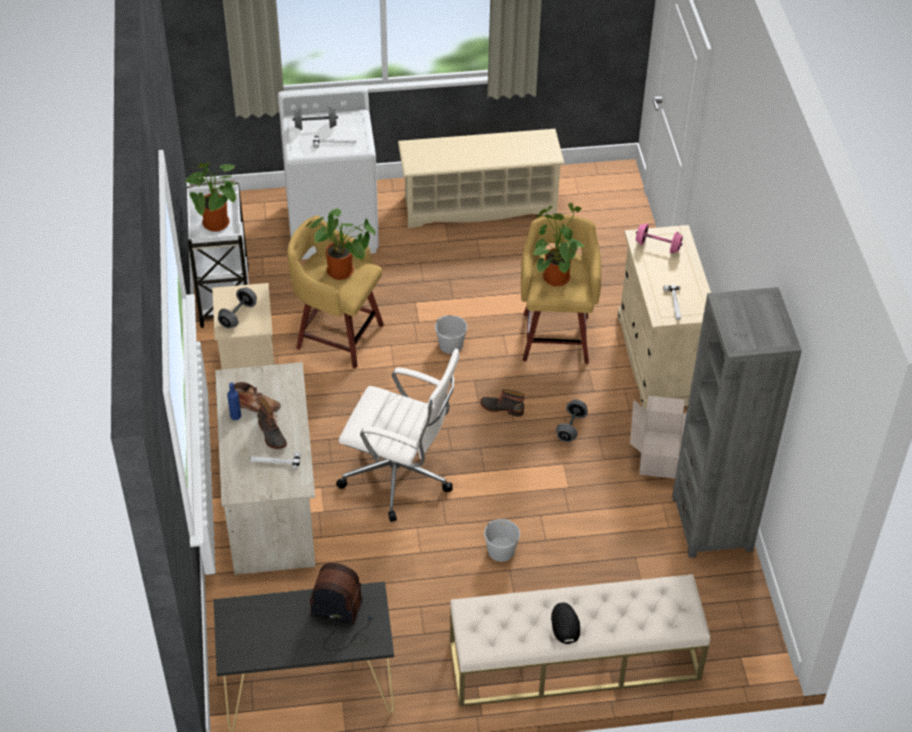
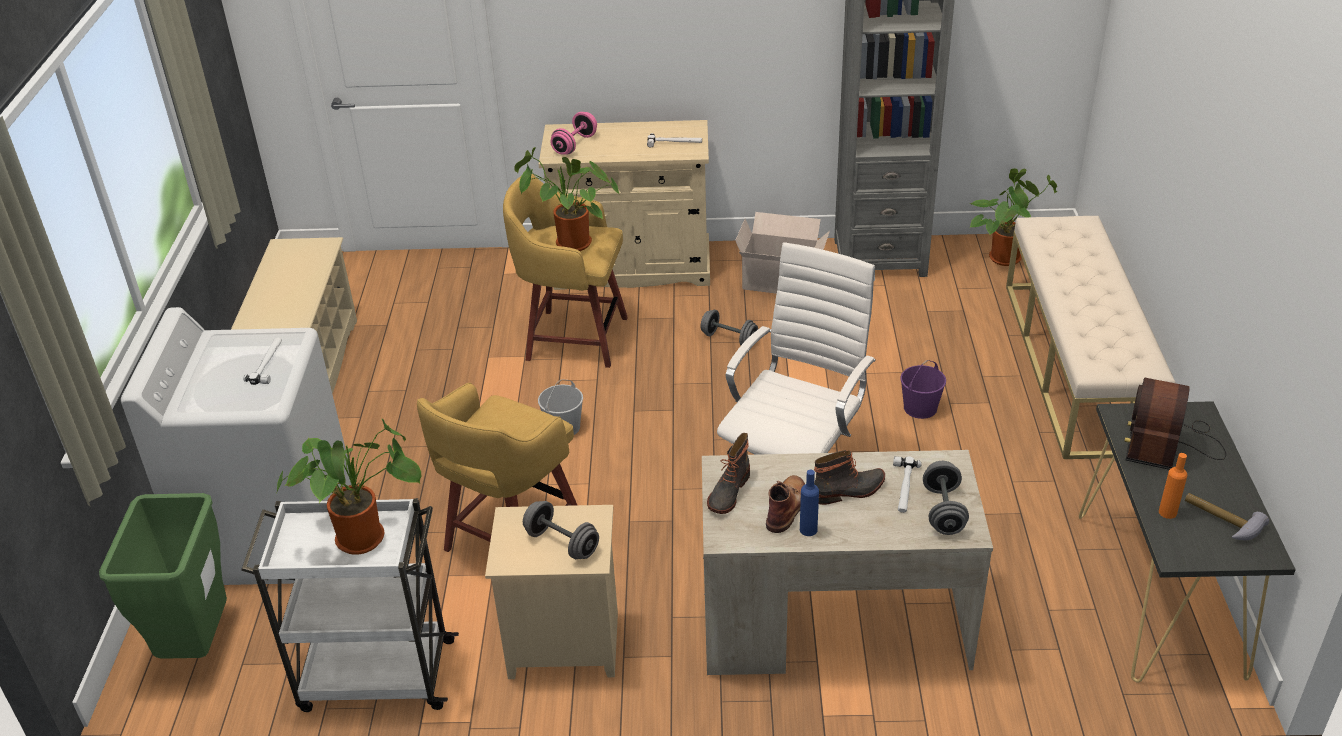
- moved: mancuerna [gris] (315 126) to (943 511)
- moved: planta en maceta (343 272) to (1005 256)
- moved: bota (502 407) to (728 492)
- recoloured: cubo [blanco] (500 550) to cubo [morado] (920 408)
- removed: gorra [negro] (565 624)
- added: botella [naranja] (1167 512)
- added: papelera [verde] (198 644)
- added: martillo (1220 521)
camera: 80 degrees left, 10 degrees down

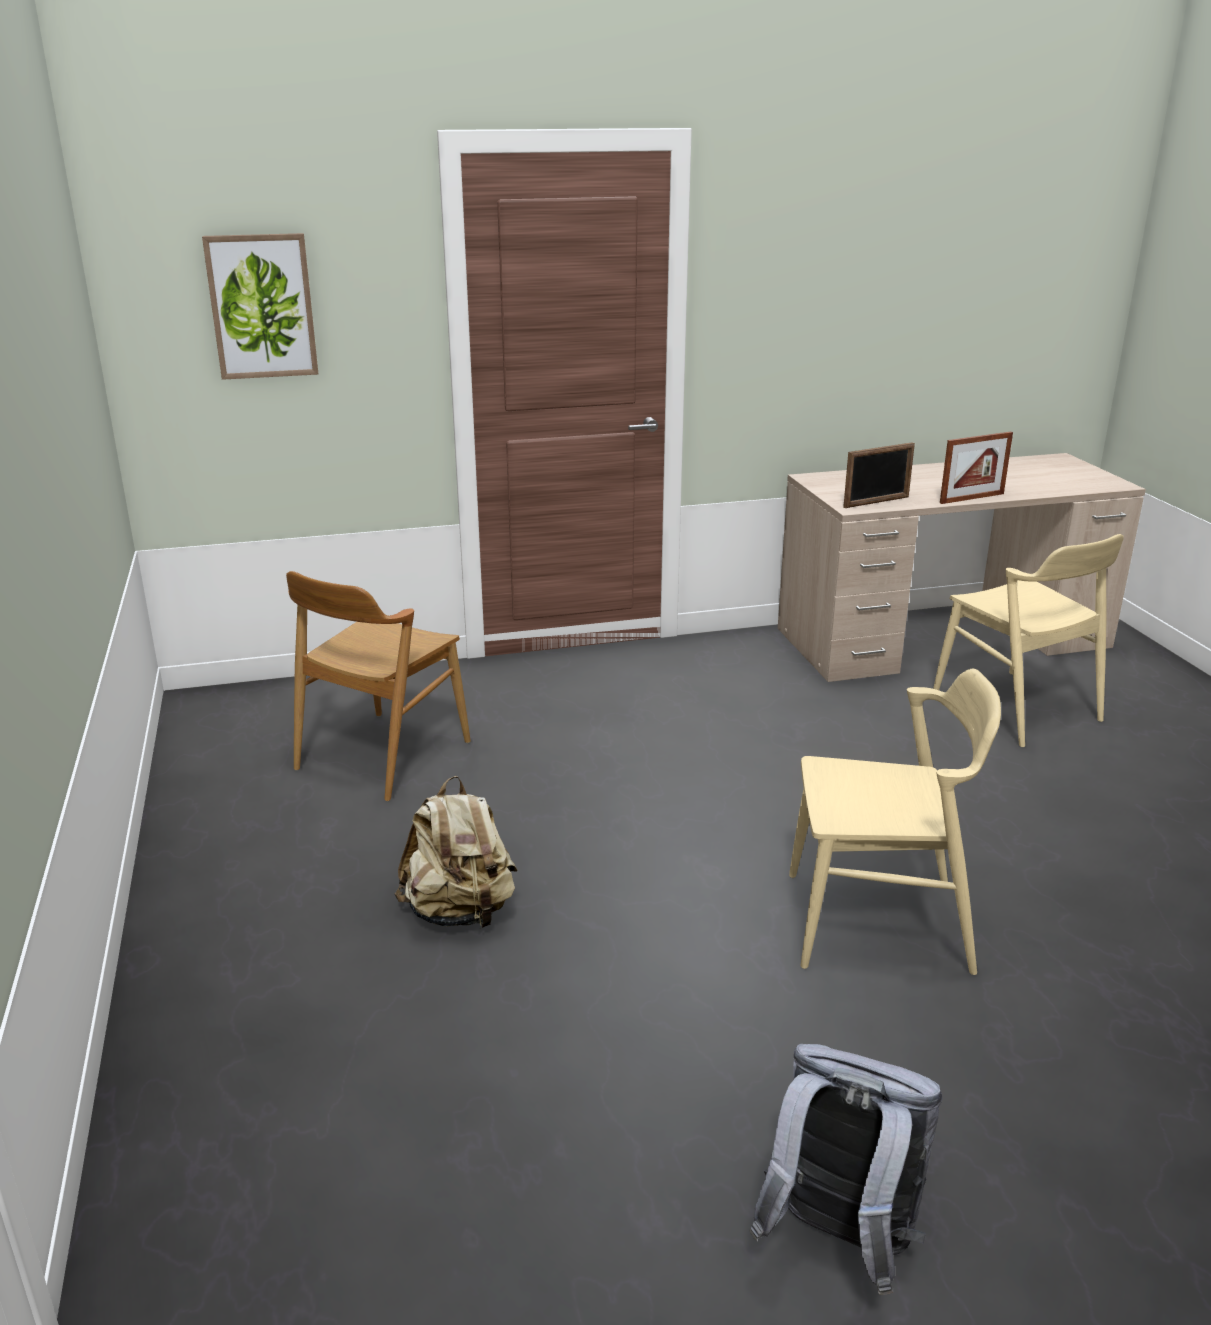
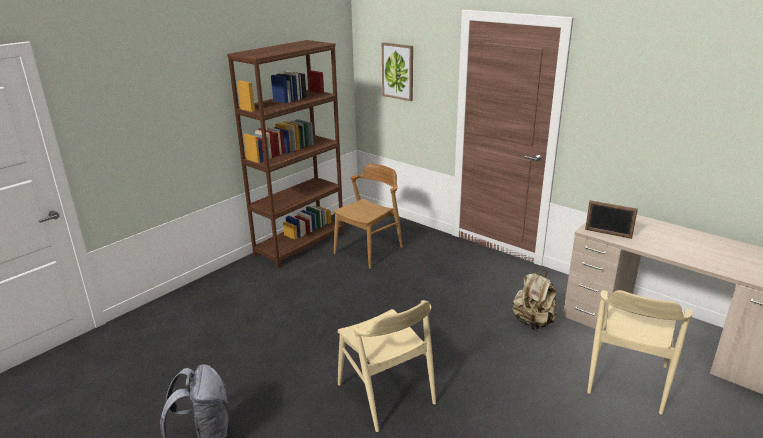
- removed: portarretratos (972 498)
- turned: silla [marrón] (382 755) = (369 250) 135 degrees clockwise
- moved: mochila [beis] (460 912) to (533 322)
- added: estantería [marrón] (300 244)
camera: 55 degrees right, 0 degrees up

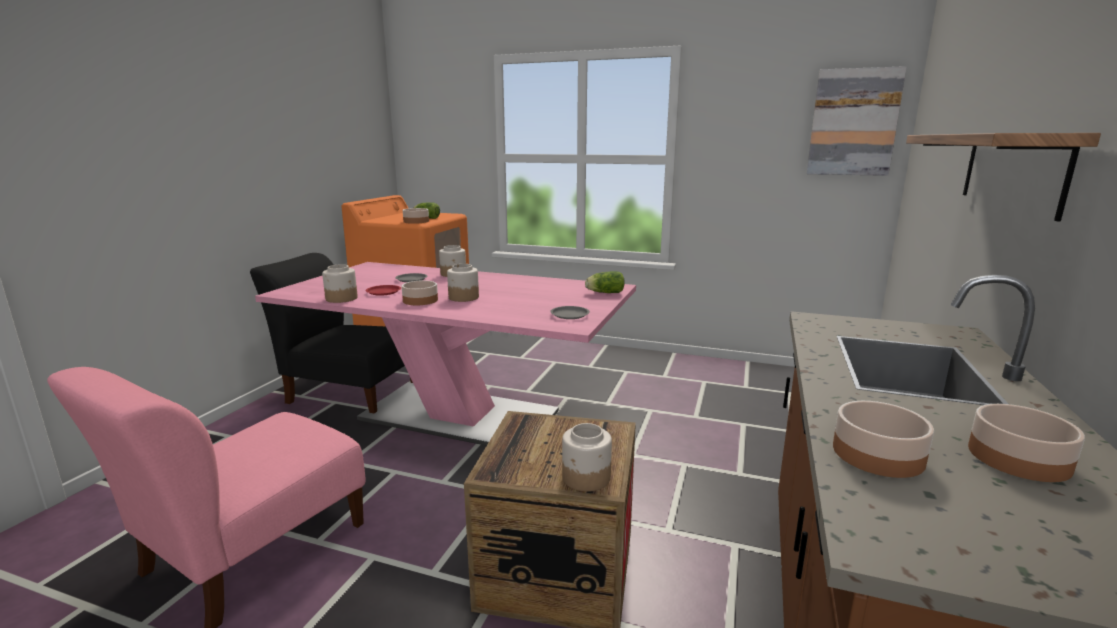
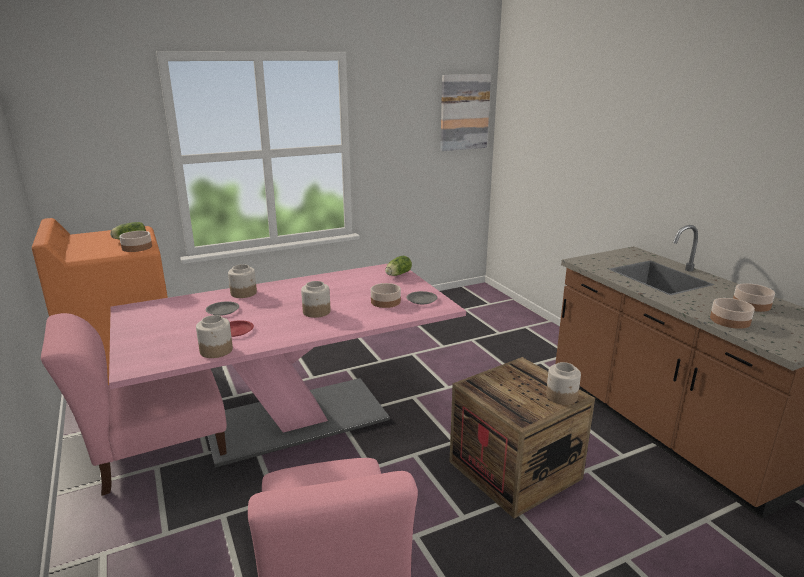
- removed: estante (1011 170)
- recoloured: silla [negro] (349 393) to silla [rosa] (155 452)
- moved: cuenco (420 300) to (386 301)
camera: 45 degrees left, 5 degrees up

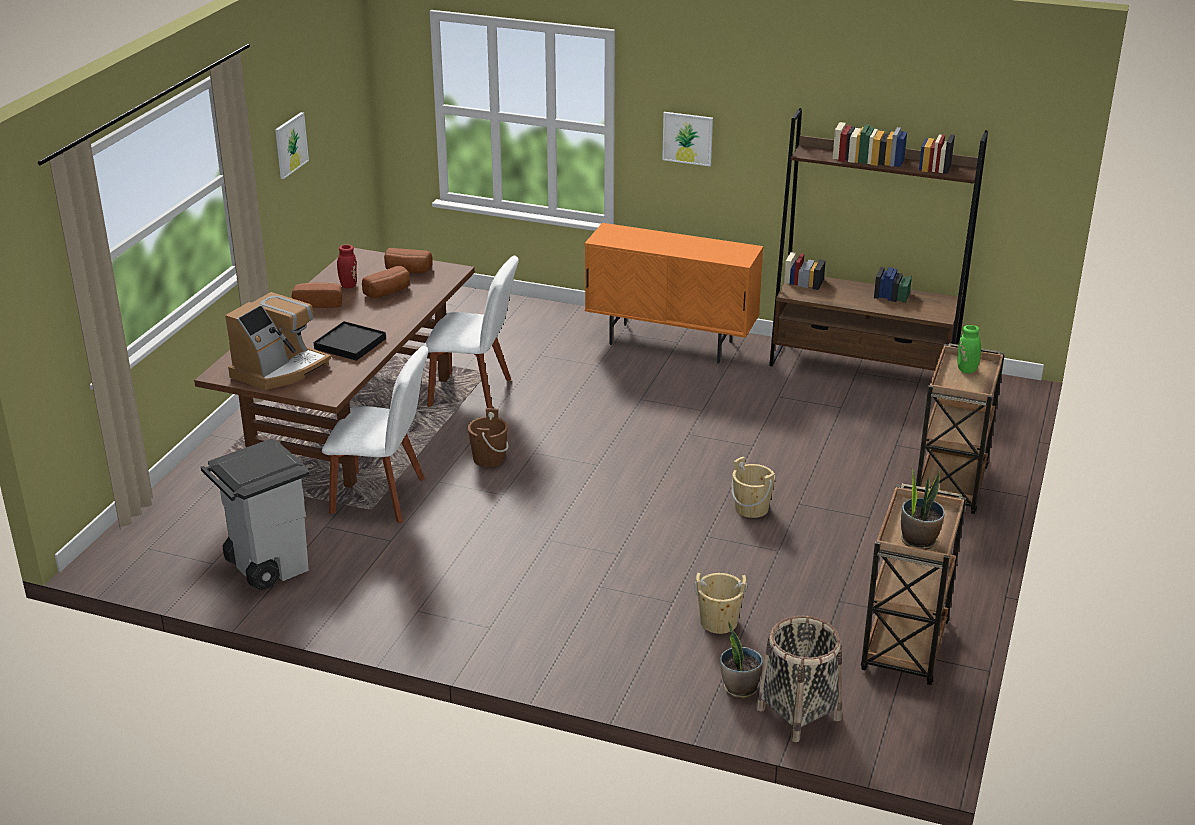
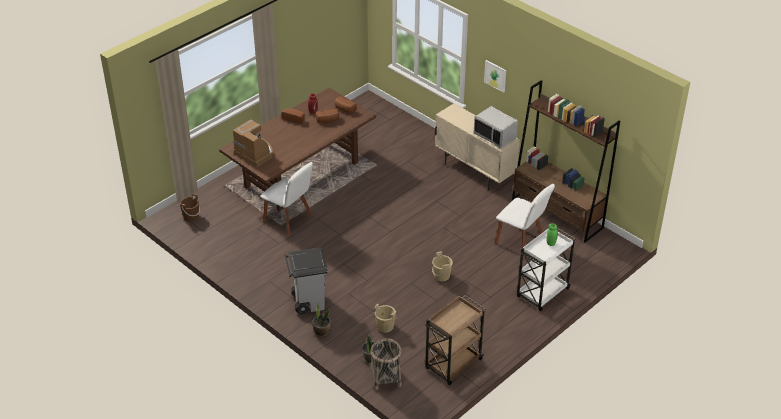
- removed: cuadro (291 145)
- recoloured: armario [naranja] (671 343) to armario [beis] (474 172)
- moved: silla [blanco] (474 394) to (521 242)
- turned: cafetera (280 370) = (255 153) 105 degrees counterclockwise
- removed: bandeja [negro] (350 344)
- recoloured: carrito [marrón] (951 486) to carrito [blanco] (542 293)
- moved: cubo [marrón] (489 458) to (191 216)
- moved: papelera [gris] (266 566) to (308 301)
- moved: planta en maceta (918 541) to (321 332)
- added: microondas [gris] (495 136)
camera: 25 degrees right, 10 degrees up

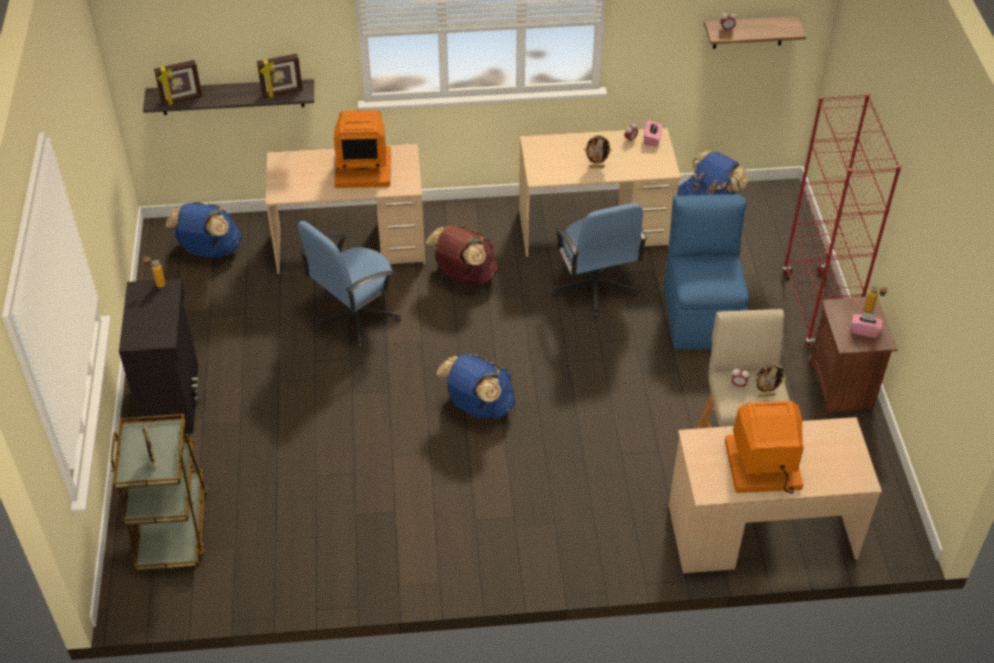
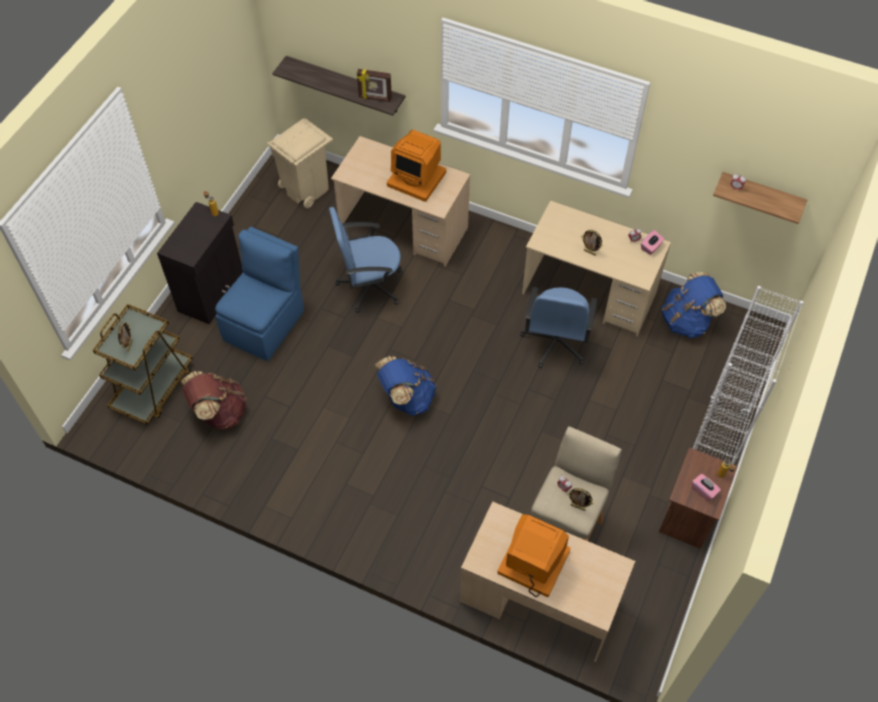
- removed: portarretratos (182 100)
- recoloured: estantería [rojo] (816 309) to estantería [blanco] (716 442)
- moved: silla [azul] (701 315) to (265 324)
- replaced: mochila [azul] (209 251) to papelera [beis] (306 189)
- moved: mochila [marrón] (464 276) to (219 412)
camera: 30 degrees right, 10 degrees up

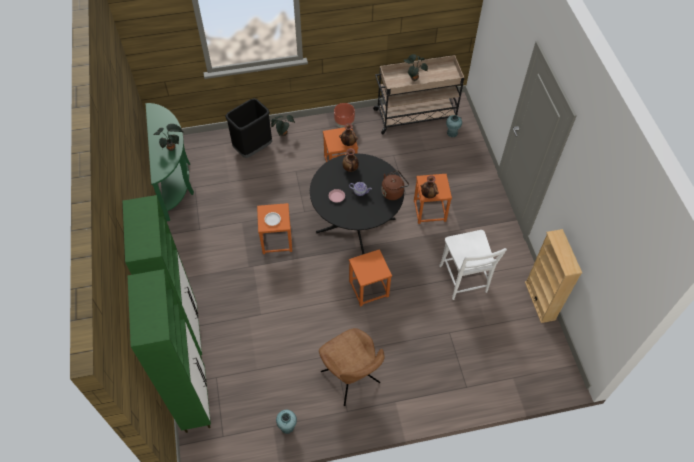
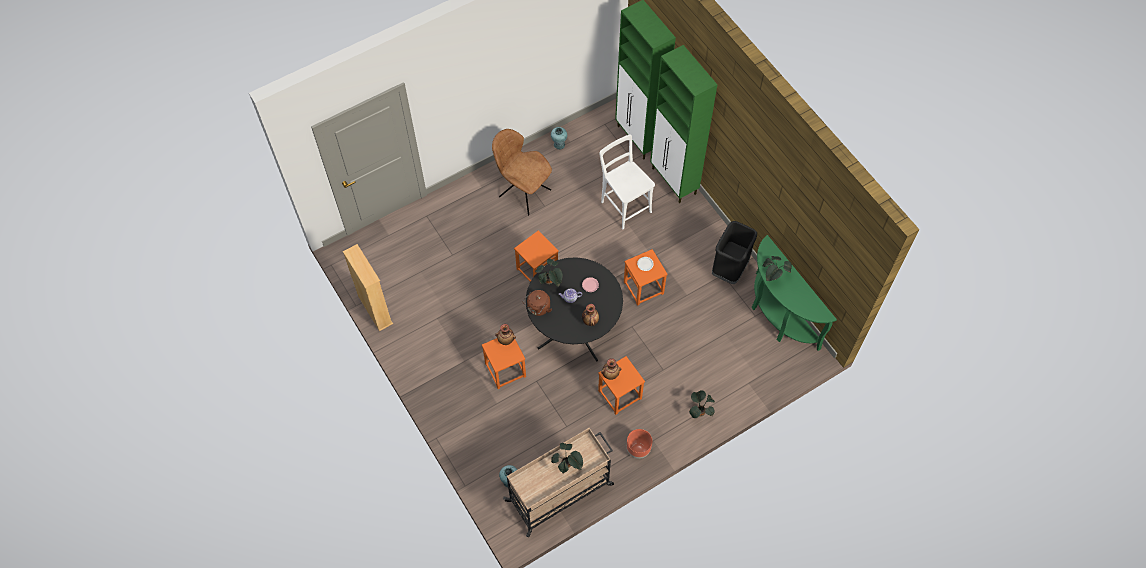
- moved: papelera [negro] (253 148) to (729 269)
- moved: silla [blanco] (464 281) to (624 205)
- added: planta en maceta (550 282)
camera: 160 degrees right, 5 degrees up

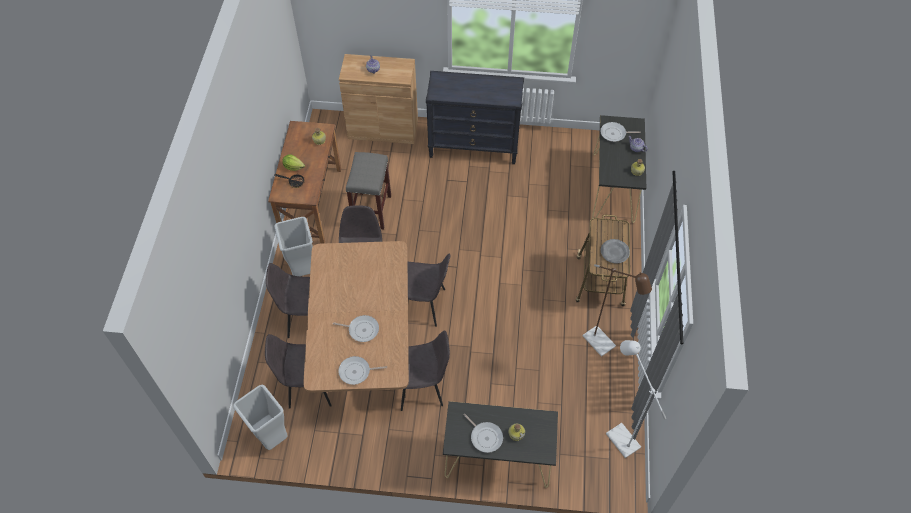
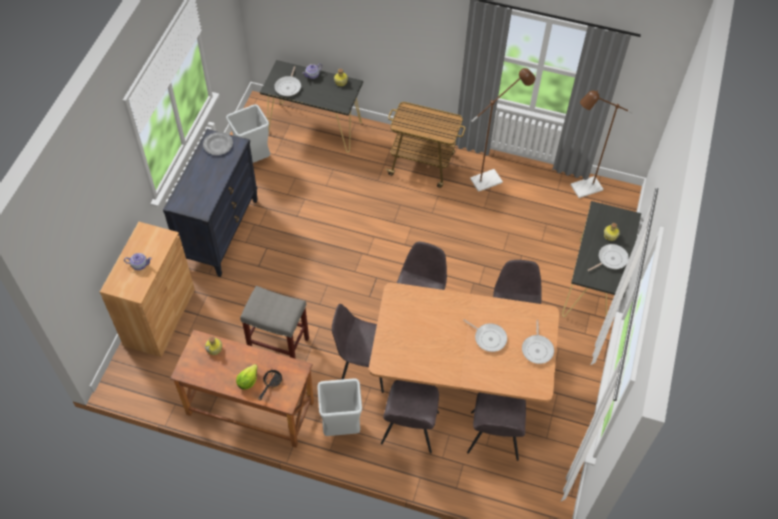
- moved: plato [gris] (615 252) to (218 145)
- turned: sartén (362 329) = (488 338) 105 degrees clockwise
- recoloured: lámpara de pie [blanco] (618 435) to lámpara de pie [marrón] (581 189)
- moved: papelera [gris] (271 436) to (254 160)
camera: 80 degrees left, 0 degrees up

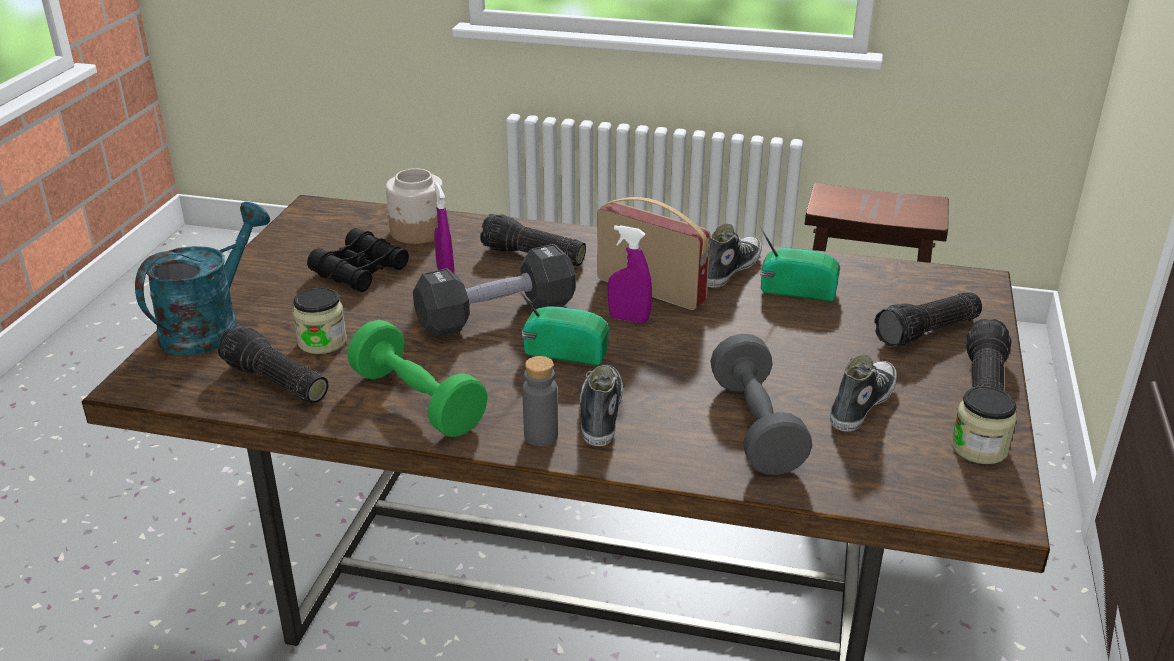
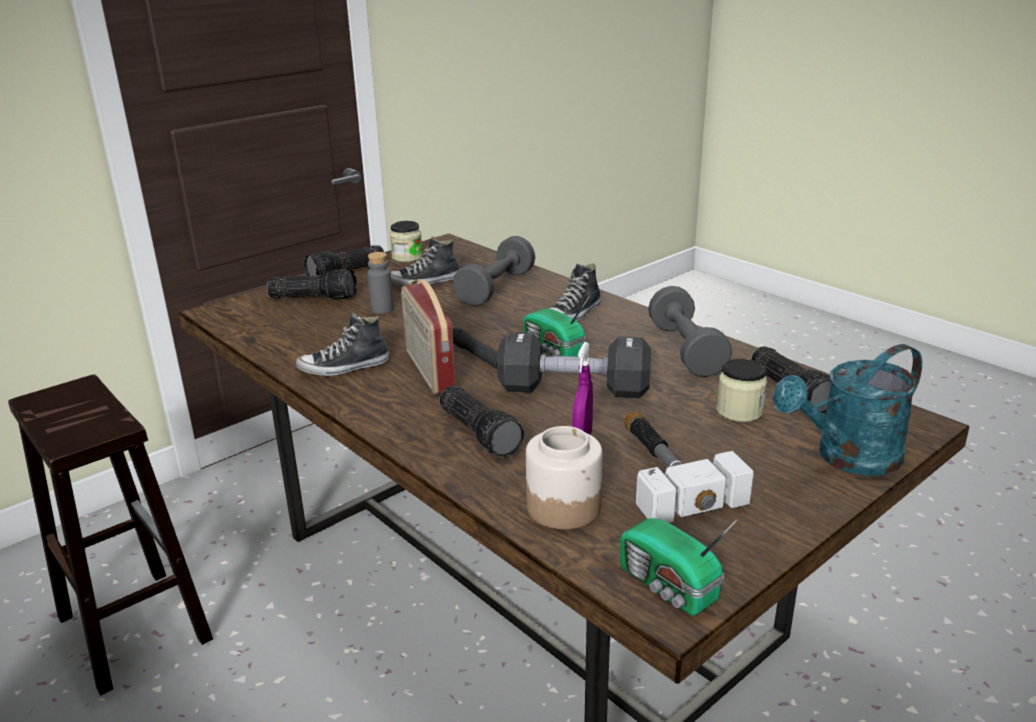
- replaced: pulverizador [morado] (629 319) to linterna [negro] (478 356)
- moved: radio (796 290) to (668 587)
- replaced: prismáticos [negro] (360 271) to martillo (665 473)
- recoloured: mancuerna [verde] (418 401) to mancuerna [gris] (686 350)
- moved: botella [gris] (541 436) to (382 309)
camera: 145 degrees left, 5 degrees down

